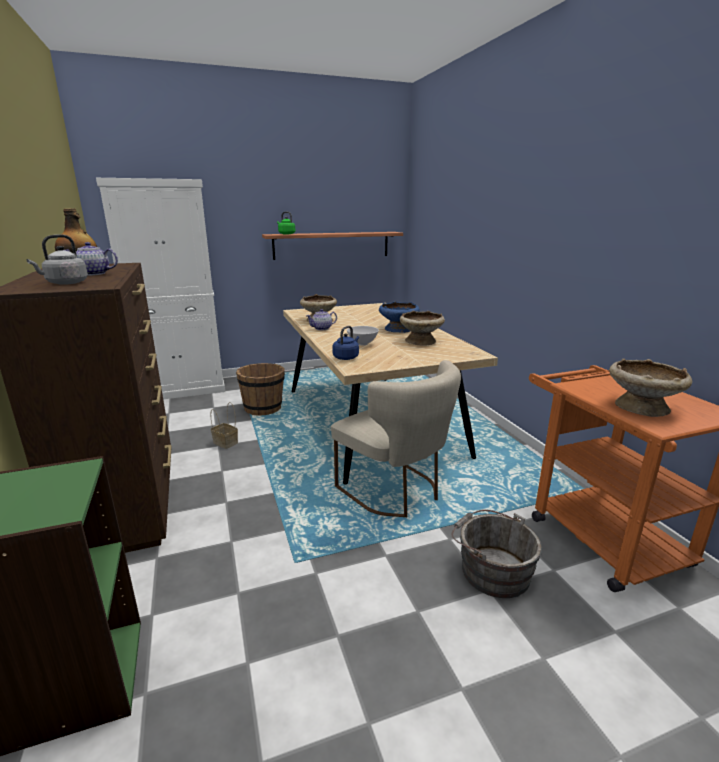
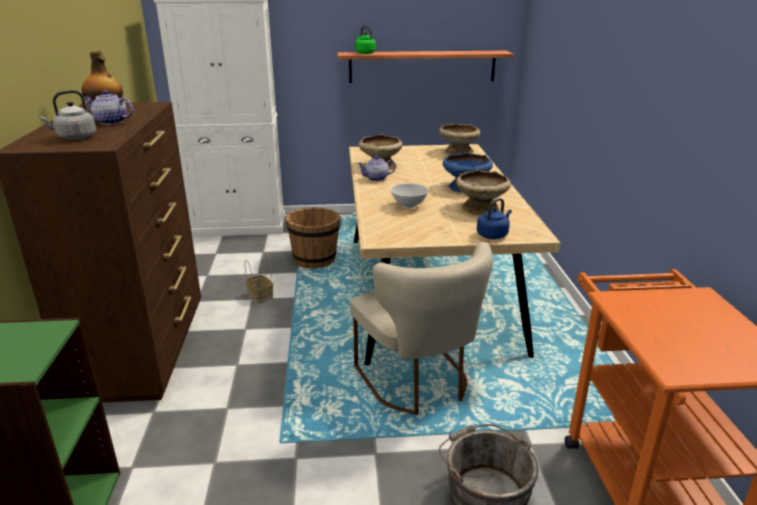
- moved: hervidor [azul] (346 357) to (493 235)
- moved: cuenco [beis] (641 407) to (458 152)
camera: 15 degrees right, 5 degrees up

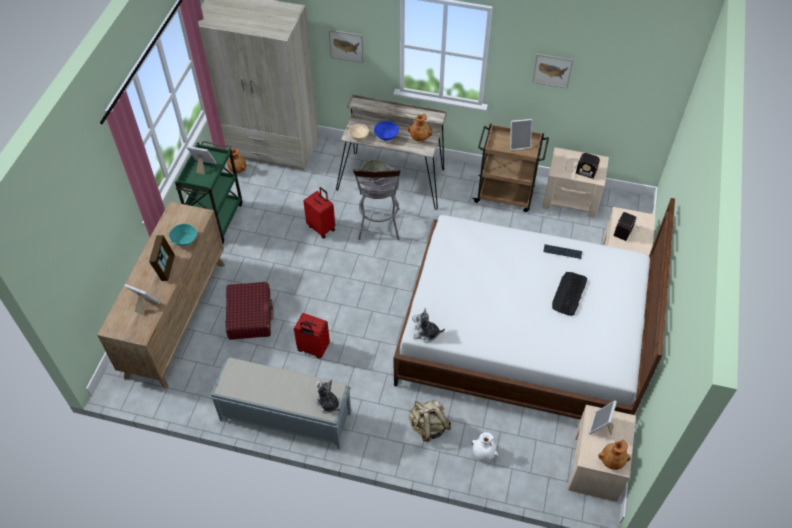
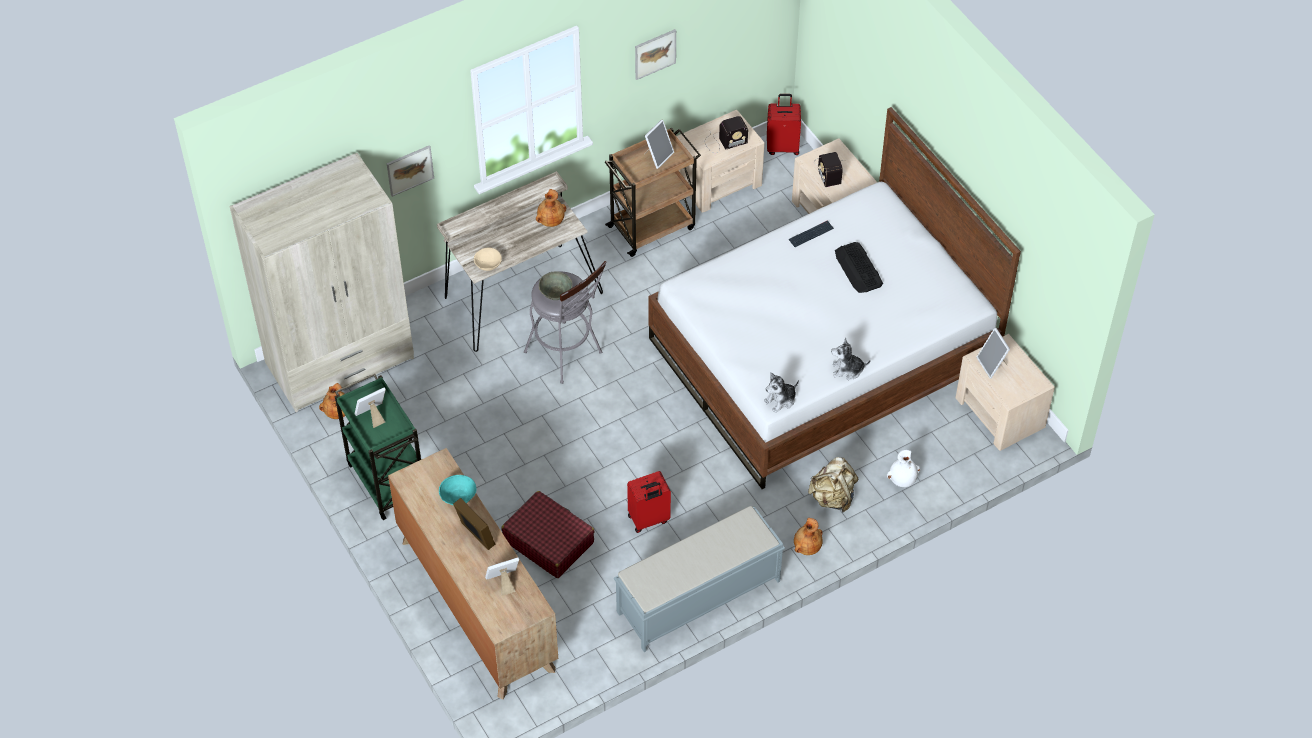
- removed: cuenco [azul] (386 136)
- moved: maleta [rojo] (322 227) to (782 147)
- moved: peluche (327 403) to (847 370)
- moved: florero [marrón] (612 460) to (807 547)
camera: 45 degrees left, 0 degrees up

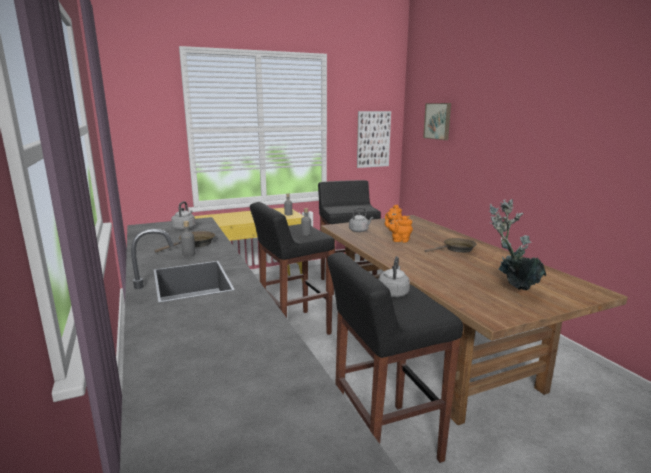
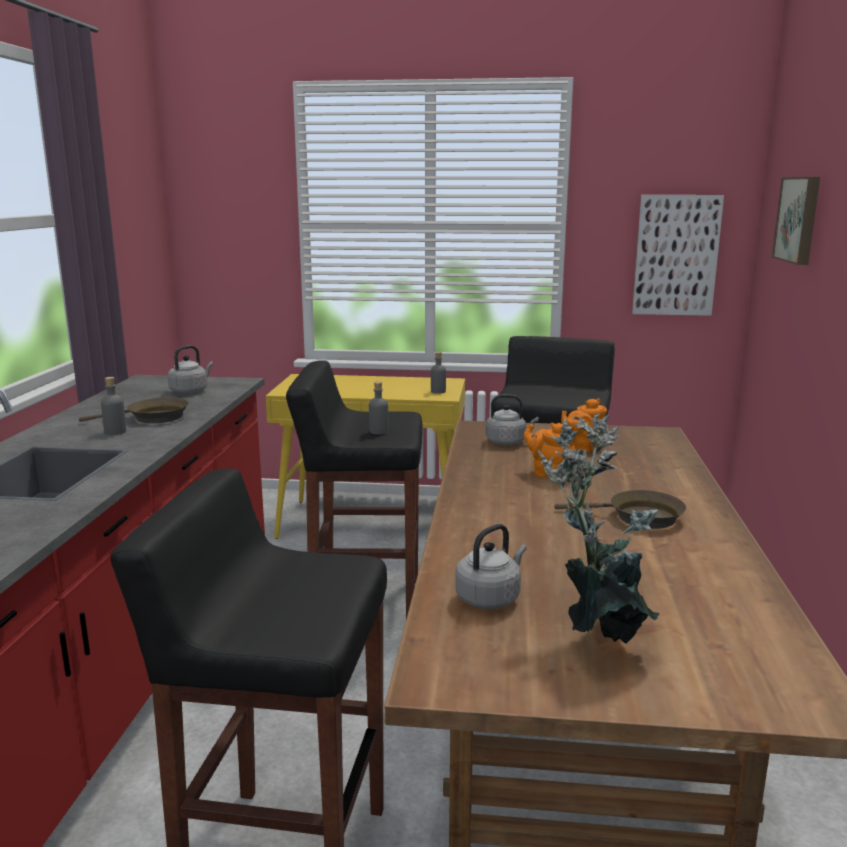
- moved: hervidor [gris] (393 293) to (490 598)
camera: 30 degrees right, 0 degrees up

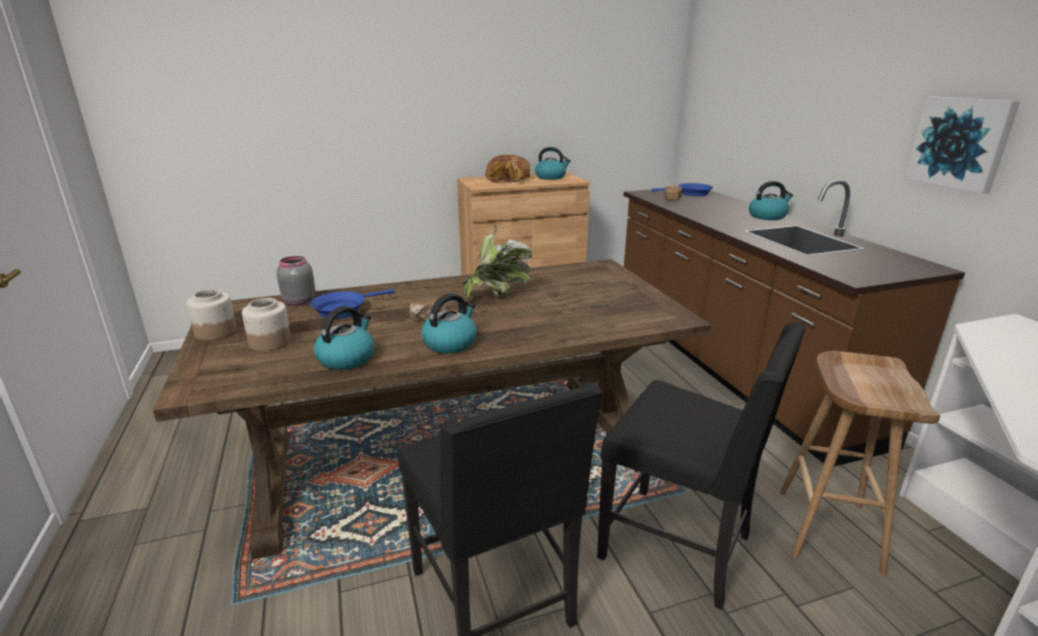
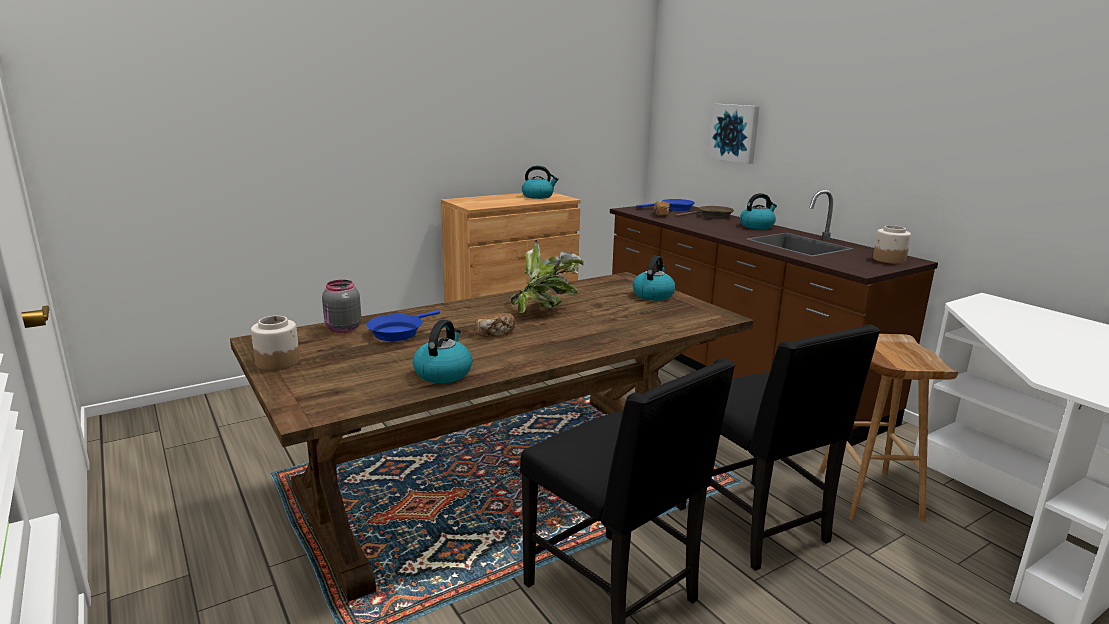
- moved: cuadro (961 143) to (735 133)
- removed: pan (509 179)
- moved: hervidor (450 343) to (653 295)
- moved: tarro (269 342) to (888 260)
- turned: silla [negro] (679 547) = (755 526) 45 degrees clockwise
- added: sartén [marrón] (712 216)
camera: 15 degrees left, 5 degrees down

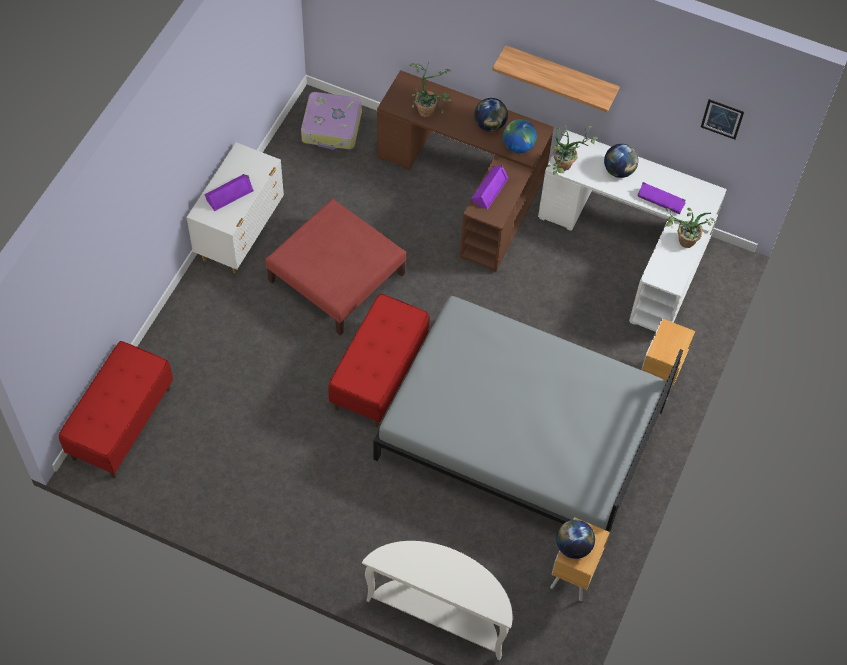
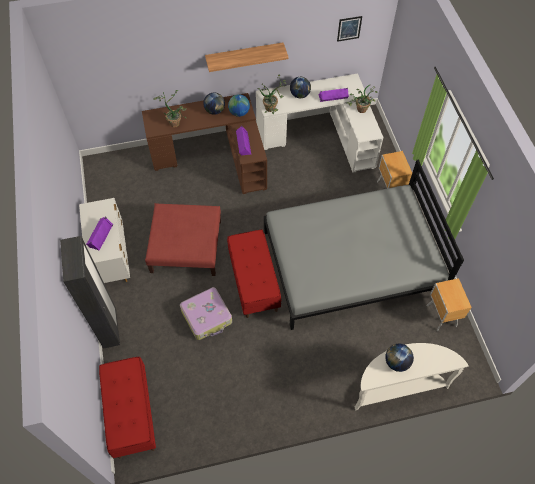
- moved: maleta (332 127) to (207 317)
- moved: globo terráqueo (573 546) to (396 362)
- added: armario ropero [negro] (110 328)
camera: 35 degrees left, 0 degrees up

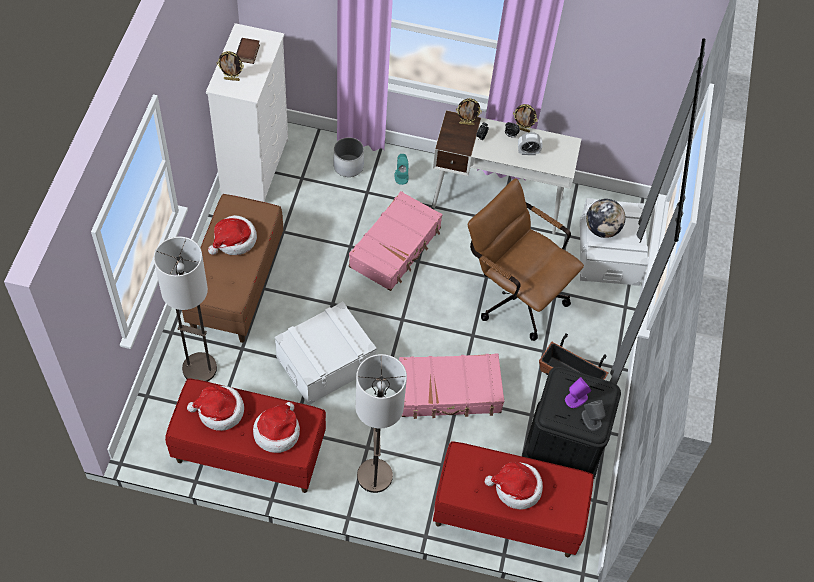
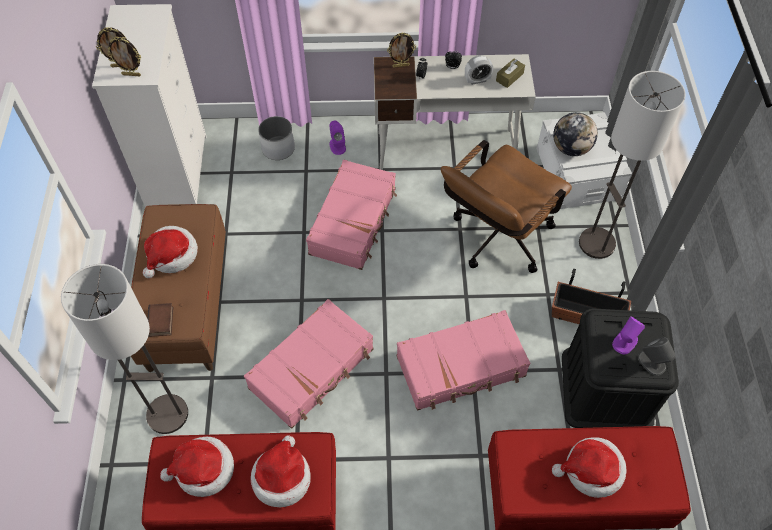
- moved: libro (248 53) to (161 322)
- moved: portarretratos (522 129) to (131 74)
- recoloured: altavoz [turquesa] (401 176) to altavoz [morado] (337 146)
- turned: silla de oficina [marrón] (514 294) = (496 240) 75 degrees counterclockwise
- replaced: caja de almacenaje [blanco] (325 362) to maleta [rosa] (312 369)
- moved: lámpara de pie (374 476) to (596 243)
- added: caja de pañuelos [marrón] (509 77)
camera: 10 degrees left, 0 degrees up

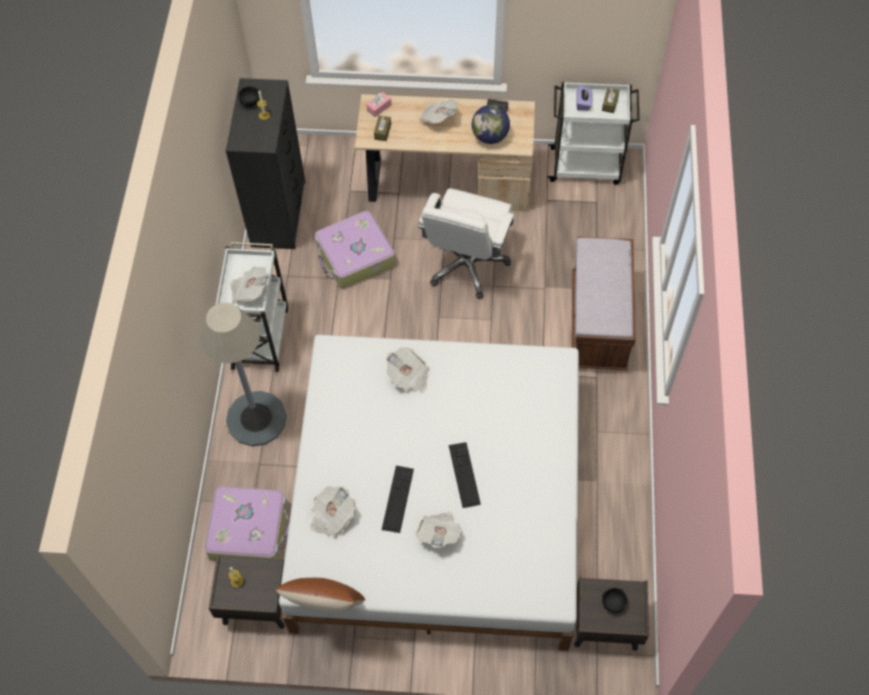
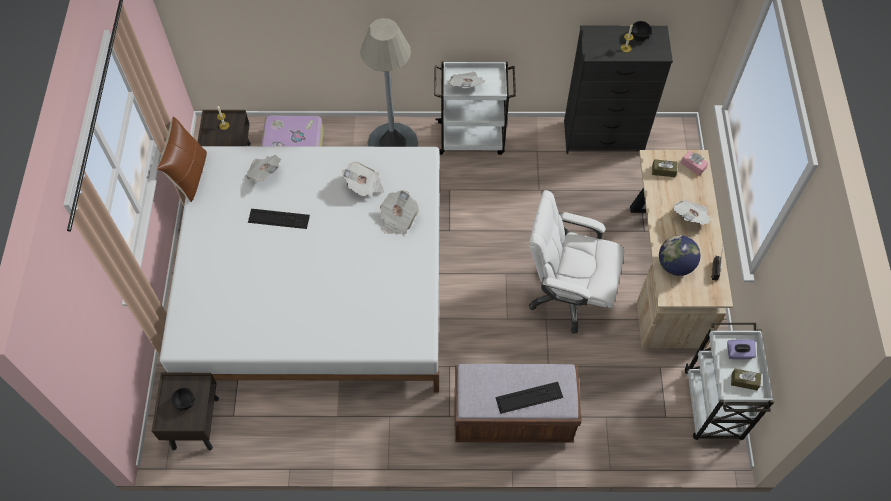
- removed: maleta (355 256)
- moved: teclado (464 474) to (529 397)
- moved: periódico (440 533) to (364 186)
camera: 85 degrees right, 0 degrees up

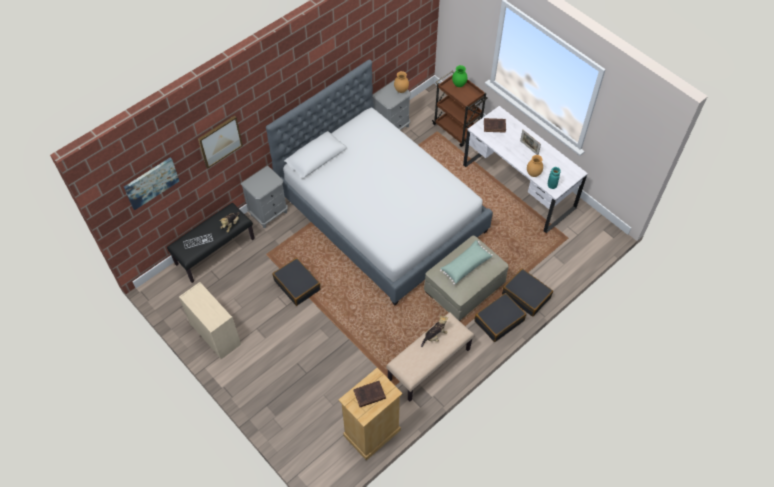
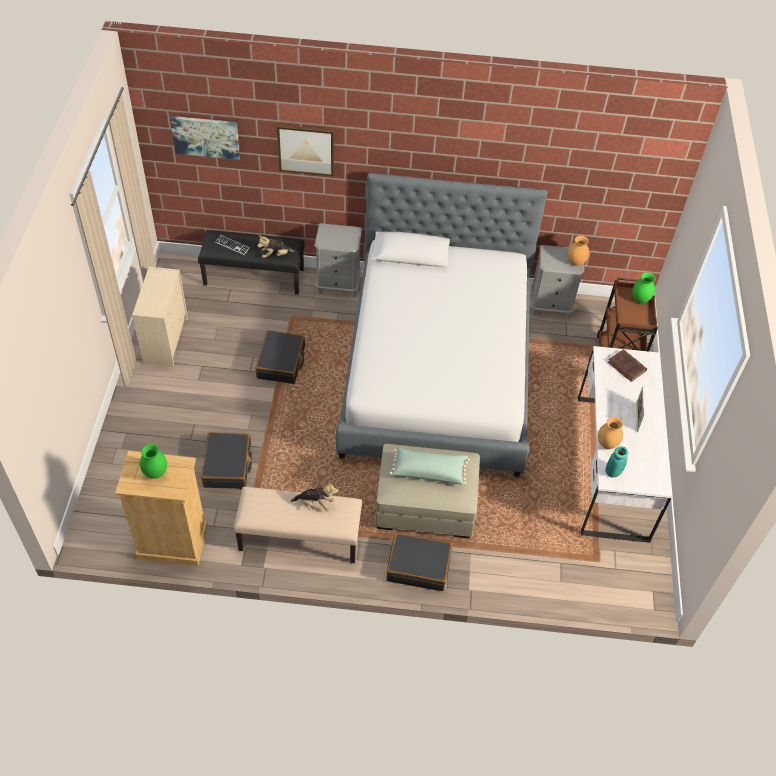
- moved: maleta [negro] (526 295) to (228 466)
- replaced: libro [marrón] (368 395) to florero [verde] (155 472)
camera: 45 degrees right, 5 degrees down

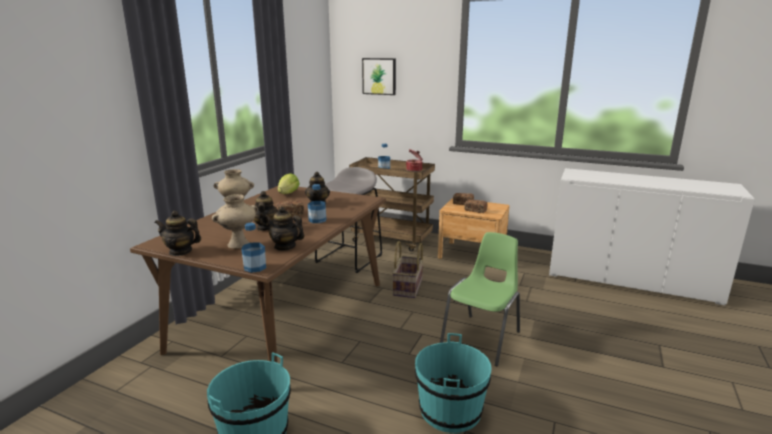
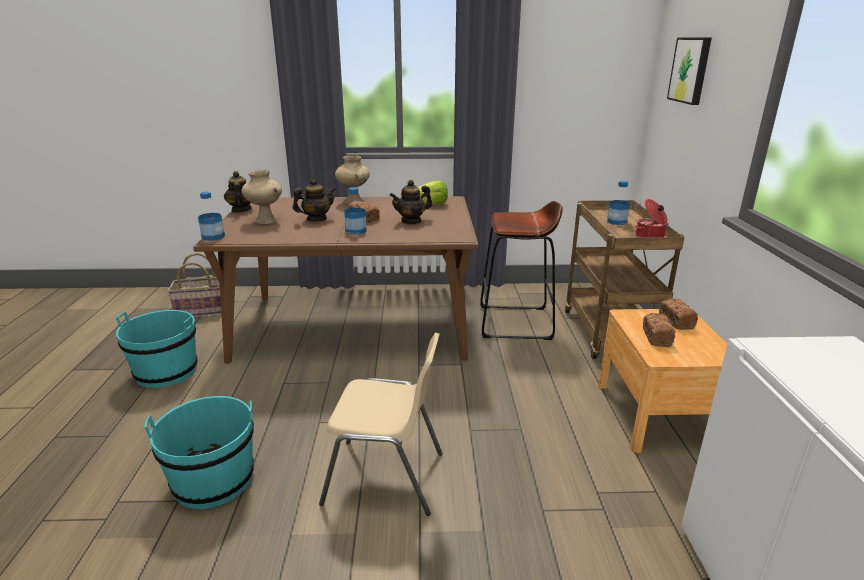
- recoloured: taburete [gris] (349 258) to taburete [marrón] (515 322)
- removed: tetera (285 246)
- recoloured: silla [verde] (482 338) to silla [beis] (386 478)
- moved: cesta (408 287) to (201 310)
camera: 65 degrees right, 5 degrees up

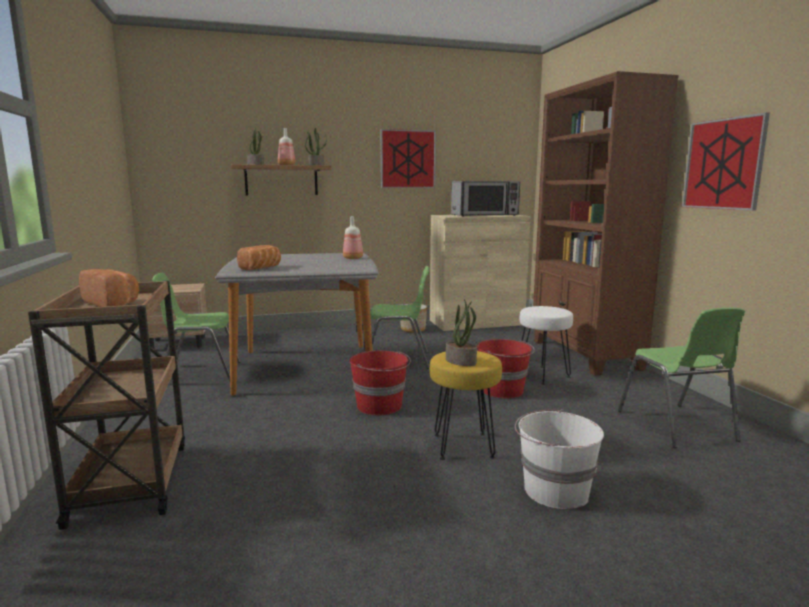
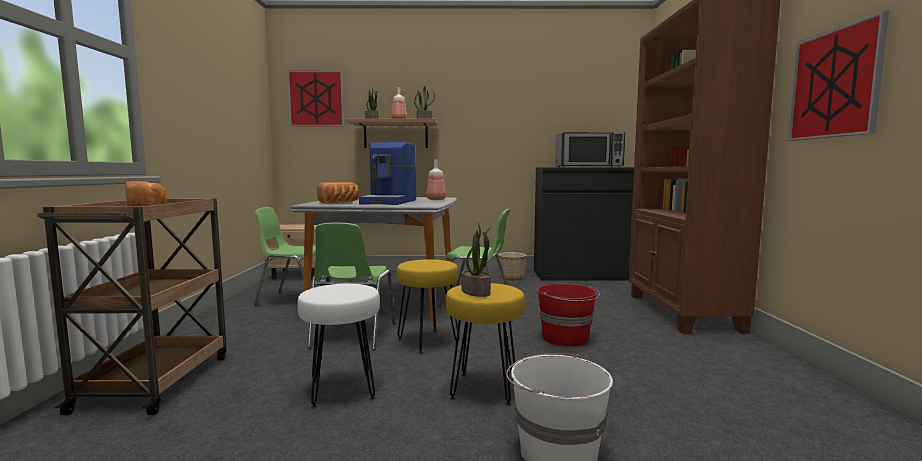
- moved: cuadro (408 159) to (316 98)
- recoloured: armario [beis] (476 322) to armario [negro] (579 275)
- moved: taburete [blanco] (543 375) to (343 390)
- moved: silla [verde] (677 426) to (352 335)
- replaced: cubo [rojo] (380 406) to taburete [amarillo] (428 341)
- added: cafetera (390 202)
camera: 15 degrees right, 5 degrees down

